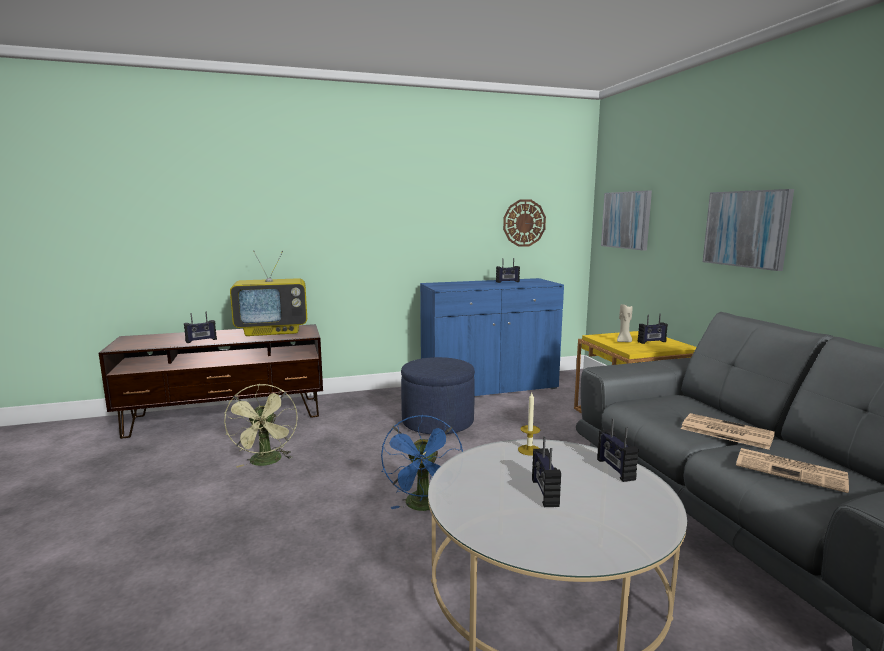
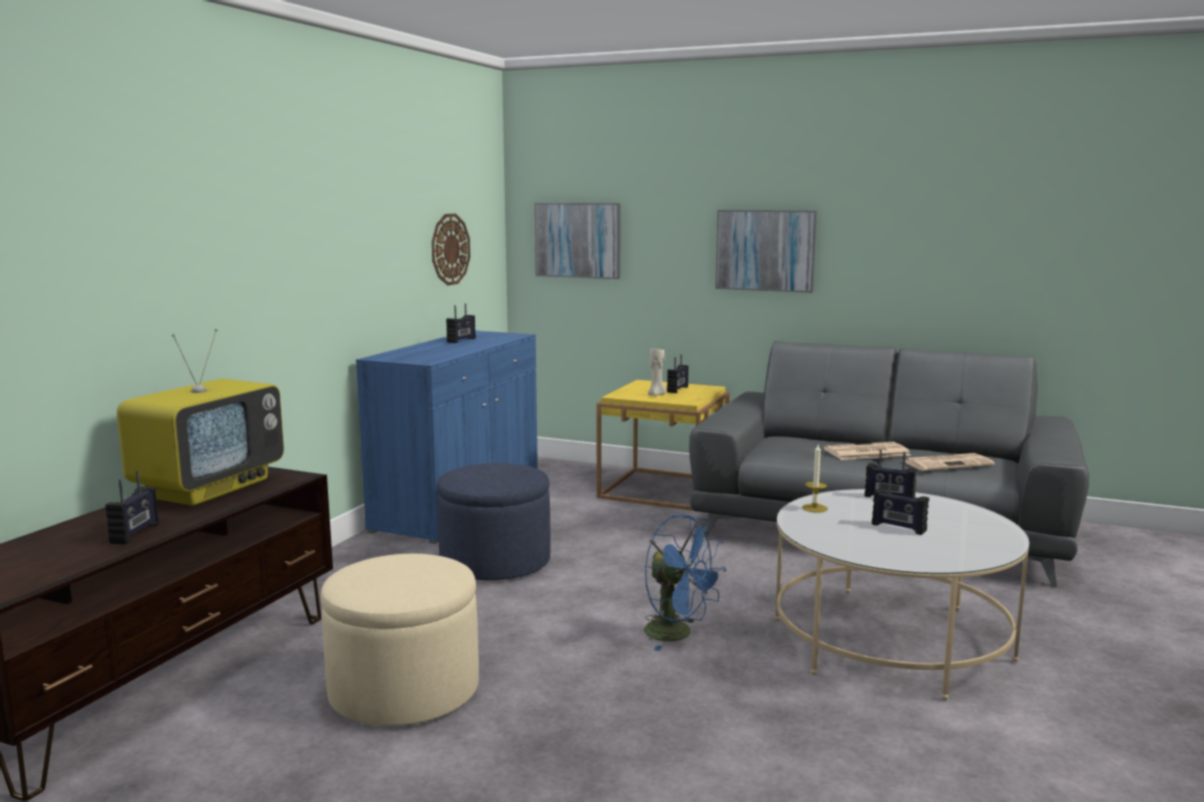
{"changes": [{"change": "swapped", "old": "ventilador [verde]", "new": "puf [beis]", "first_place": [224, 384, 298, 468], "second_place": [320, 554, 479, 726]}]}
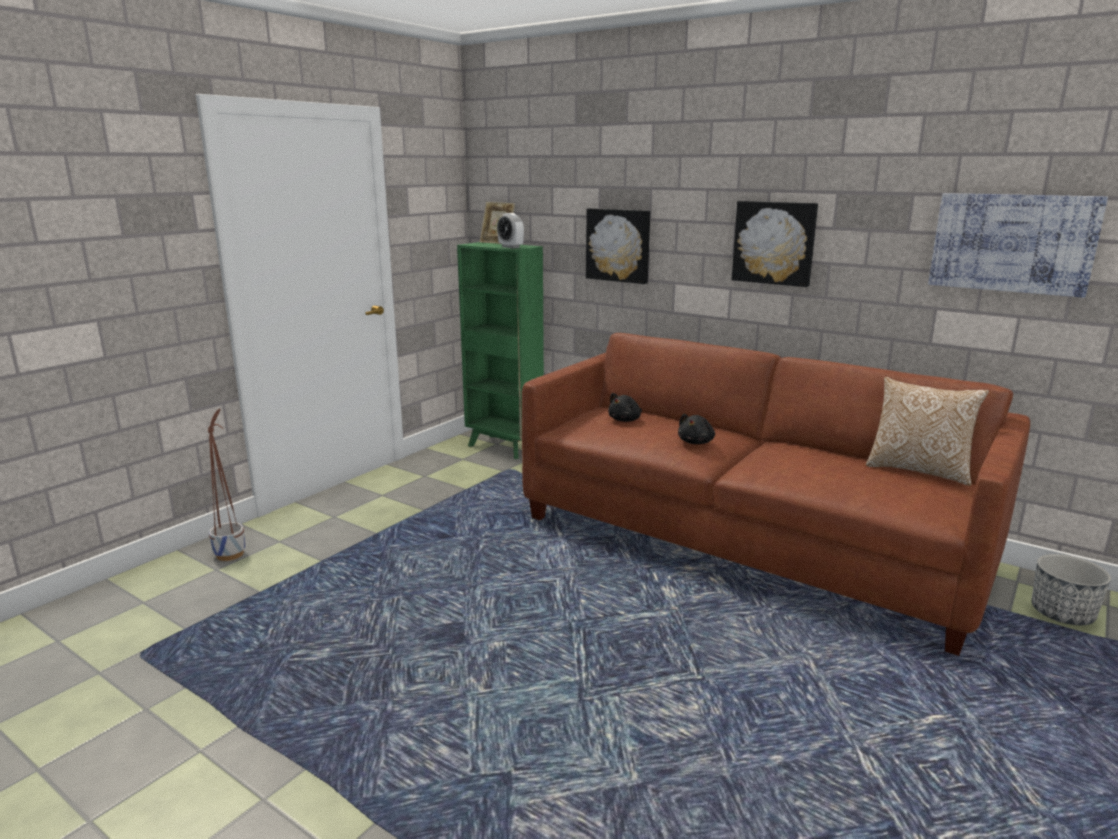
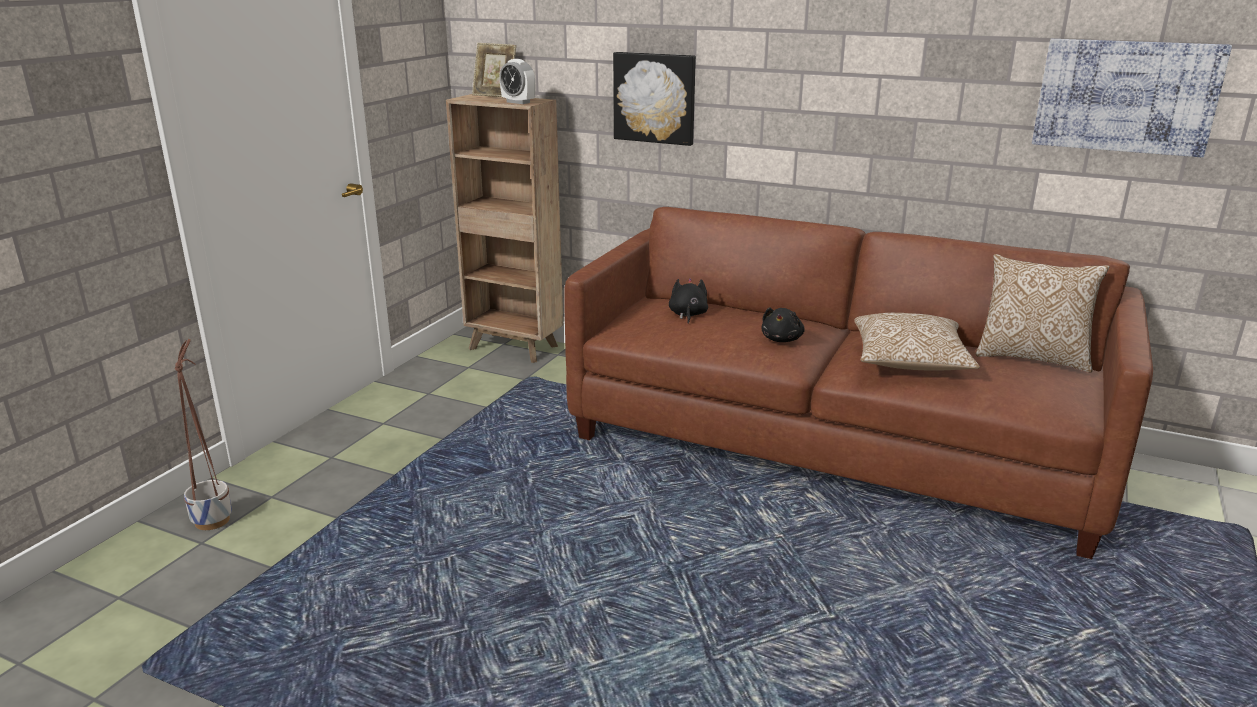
{"changes": [{"change": "gone", "old": "cuadro", "first_place": [732, 201, 818, 287]}, {"change": "repainted", "old": "estantería [verde]", "new": "estantería [marrón]", "first_place": [457, 242, 544, 459], "second_place": [446, 94, 563, 363]}, {"change": "rotated", "old": "peluche [negro]", "first_place": [608, 393, 642, 422], "second_place": [669, 278, 708, 324], "degrees": 150}, {"change": "gone", "old": "maceta", "first_place": [1031, 554, 1111, 625]}, {"change": "new", "new": "cojín", "second_place": [854, 313, 980, 371]}]}
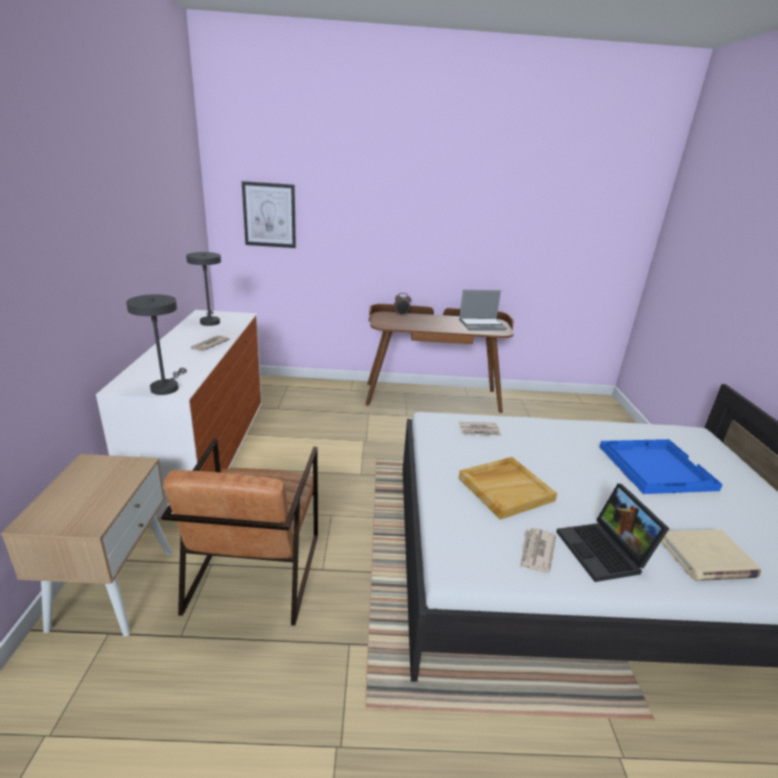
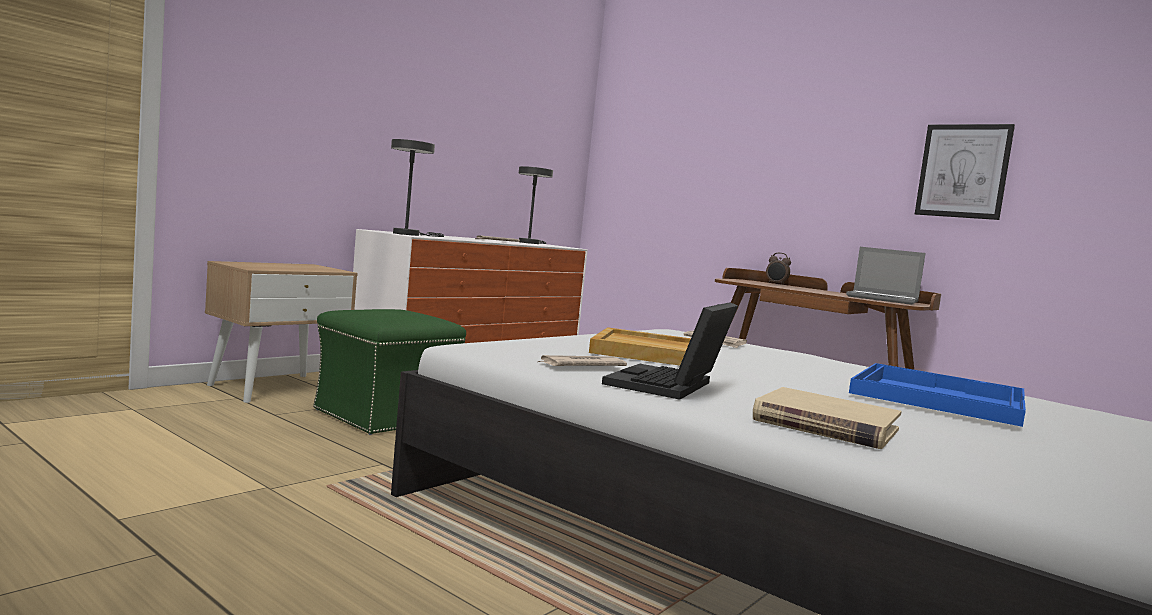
{"changes": [{"change": "shifted", "old": "cuadro", "first_place": [242, 181, 296, 248], "second_place": [915, 124, 1015, 220]}, {"change": "swapped", "old": "sillón [marrón]", "new": "puf [verde]", "first_place": [161, 439, 318, 626], "second_place": [313, 309, 466, 435]}]}
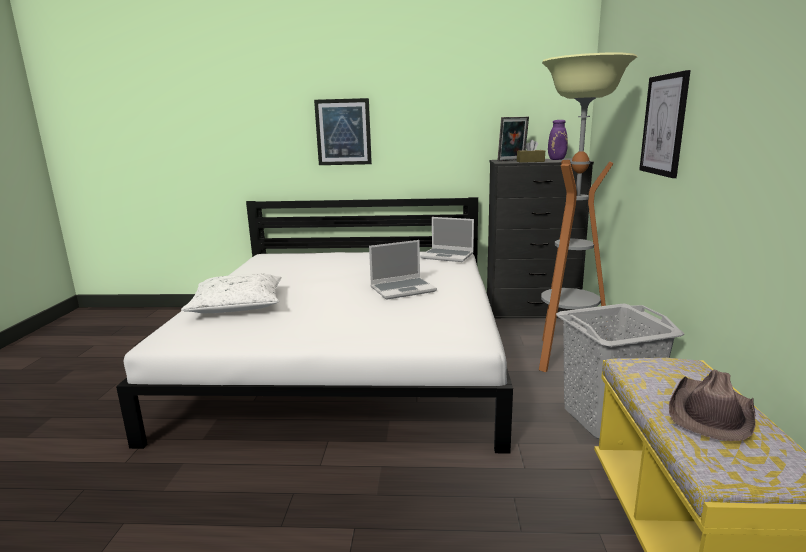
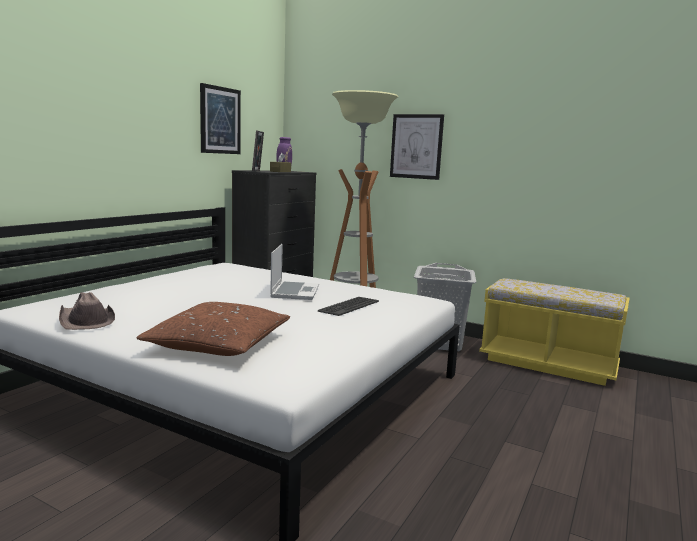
{"changes": [{"change": "shifted", "old": "cuadro", "first_place": [314, 98, 372, 165], "second_place": [200, 83, 241, 154]}, {"change": "gone", "old": "portátil", "first_place": [420, 217, 474, 262]}, {"change": "repainted", "old": "cojín [blanco]", "new": "cojín [marrón]", "first_place": [181, 274, 282, 313], "second_place": [136, 302, 290, 356]}, {"change": "shifted", "old": "sombrero [marrón]", "first_place": [669, 370, 755, 441], "second_place": [59, 292, 115, 330]}, {"change": "new", "new": "teclado", "second_place": [318, 297, 379, 316]}]}
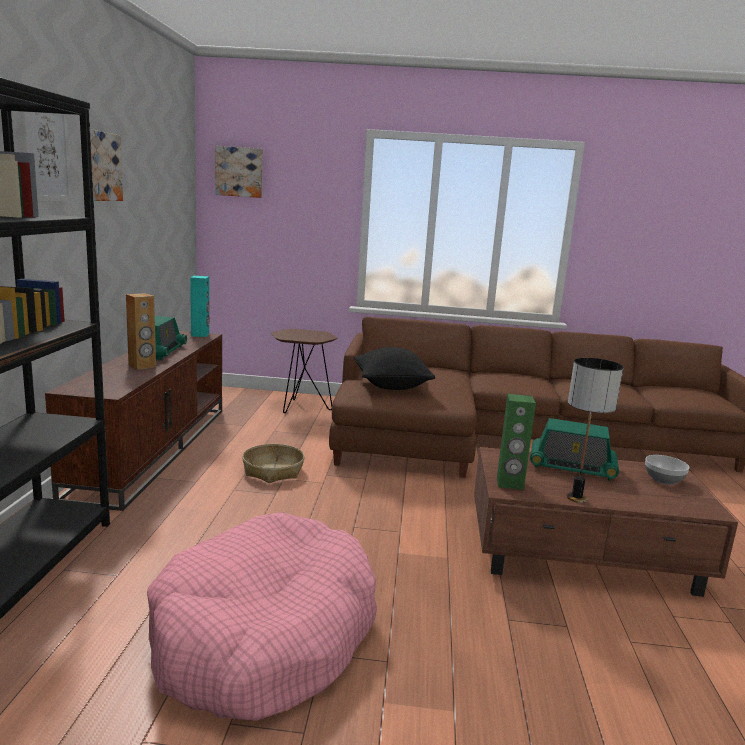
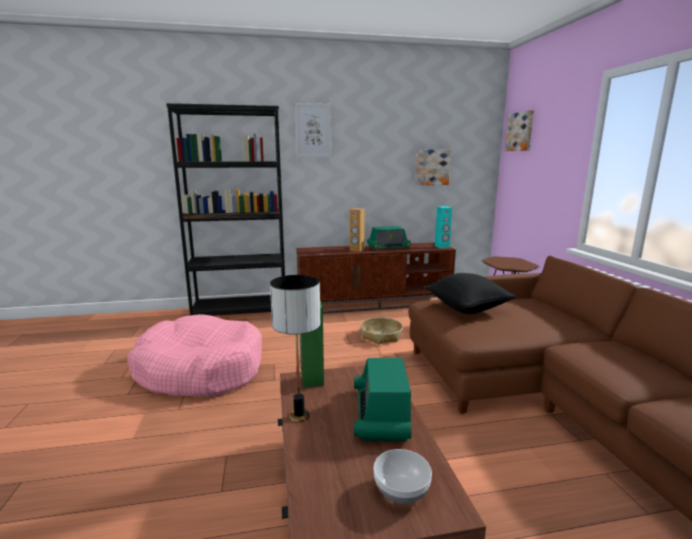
{"changes": [{"change": "shifted", "old": "cuadro", "first_place": [90, 129, 123, 201], "second_place": [415, 149, 451, 185]}]}
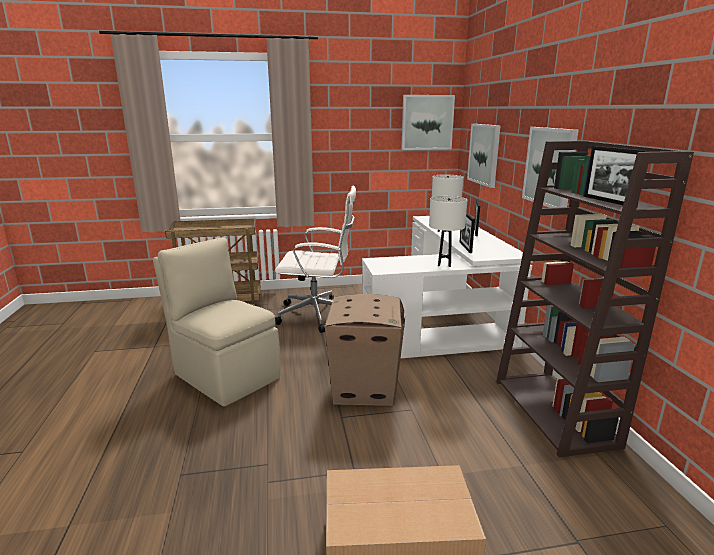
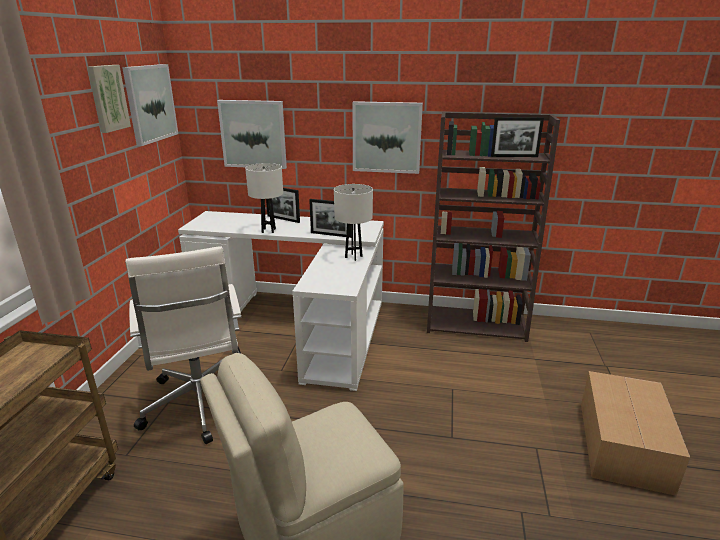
{"changes": [{"change": "rotated", "old": "silla de oficina [blanco]", "first_place": [275, 186, 356, 333], "second_place": [125, 246, 241, 444], "degrees": 135}, {"change": "gone", "old": "caja de cartón", "first_place": [325, 294, 405, 406]}, {"change": "new", "new": "cuadro", "second_place": [87, 65, 131, 133]}]}
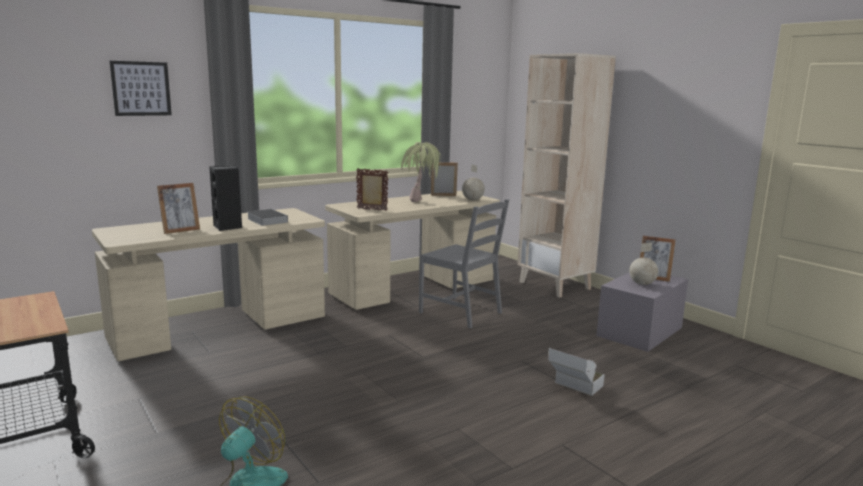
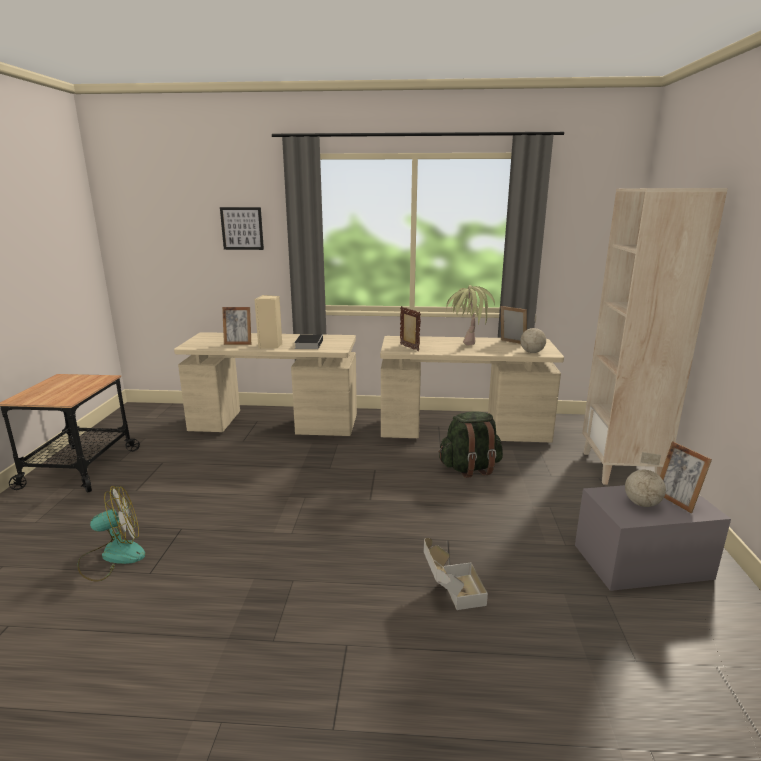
{"changes": [{"change": "repainted", "old": "altavoz [negro]", "new": "altavoz [beis]", "first_place": [209, 166, 242, 231], "second_place": [254, 295, 282, 349]}, {"change": "swapped", "old": "silla [gris]", "new": "mochila [verde]", "first_place": [419, 199, 509, 328], "second_place": [439, 411, 503, 478]}]}
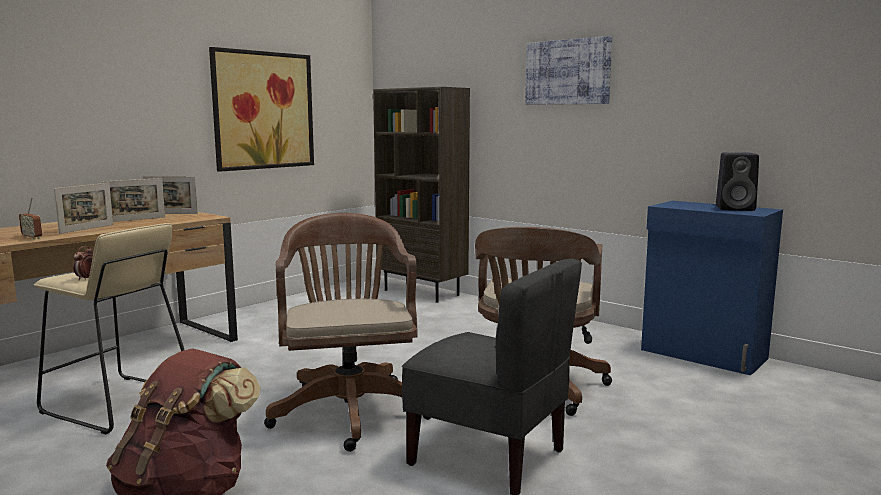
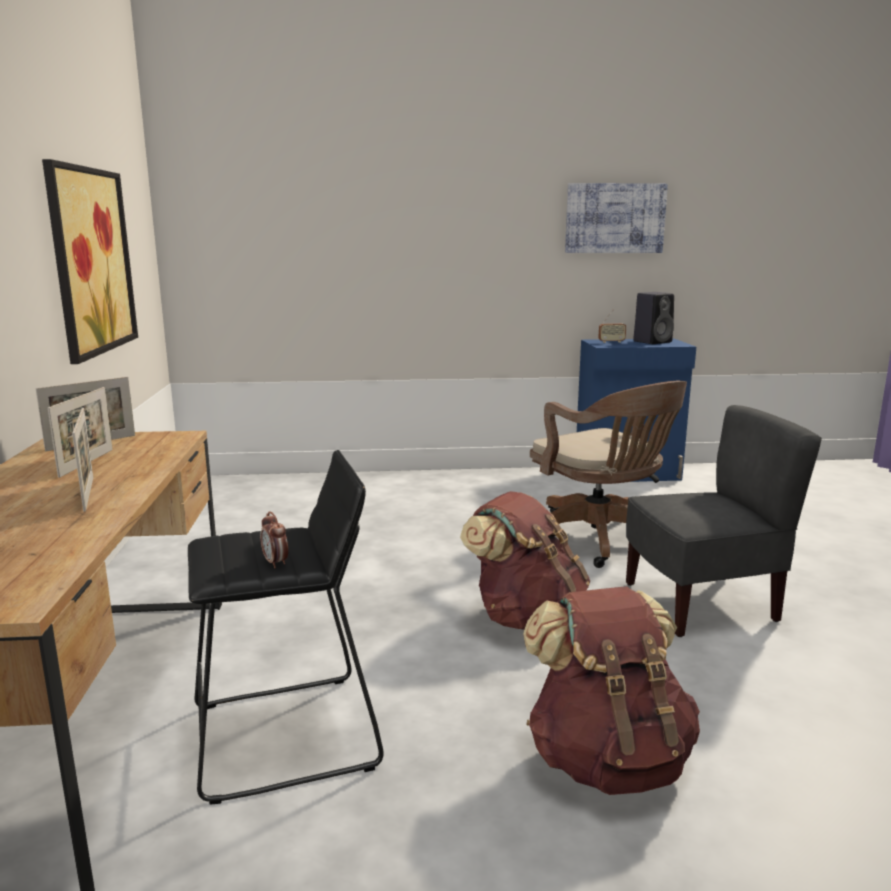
{"changes": [{"change": "shifted", "old": "cuadro", "first_place": [525, 36, 612, 105], "second_place": [565, 183, 668, 253]}, {"change": "gone", "old": "estantería [marrón]", "first_place": [373, 87, 470, 303]}, {"change": "shifted", "old": "radio", "first_place": [19, 197, 42, 240], "second_place": [598, 310, 626, 343]}, {"change": "swapped", "old": "silla de oficina [marrón]", "new": "mochila [marrón]", "first_place": [264, 213, 431, 452], "second_place": [460, 491, 590, 630]}, {"change": "repainted", "old": "taburete [beis]", "new": "taburete [negro]", "first_place": [34, 223, 184, 434], "second_place": [188, 450, 384, 805]}]}
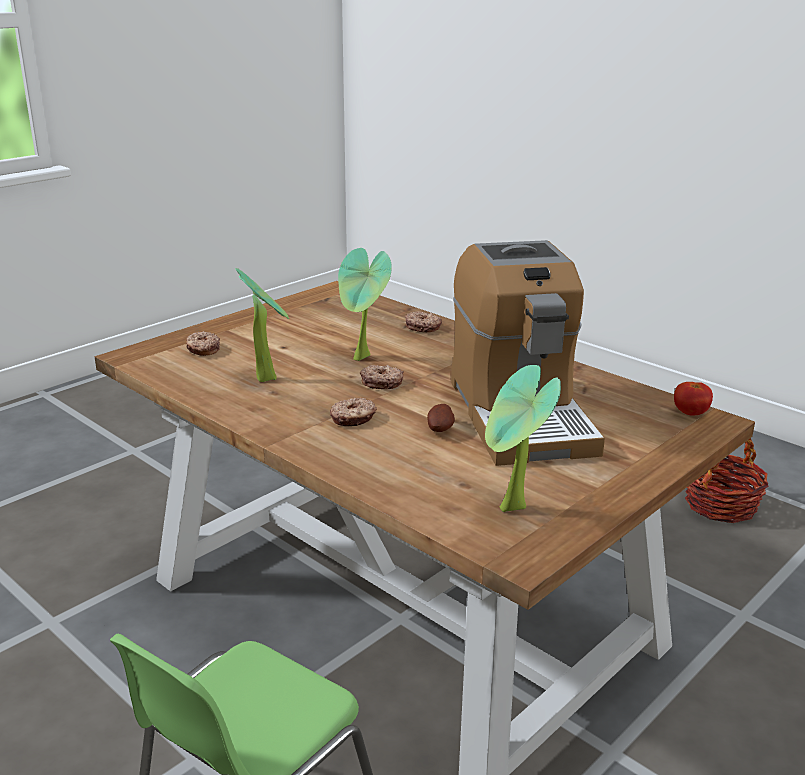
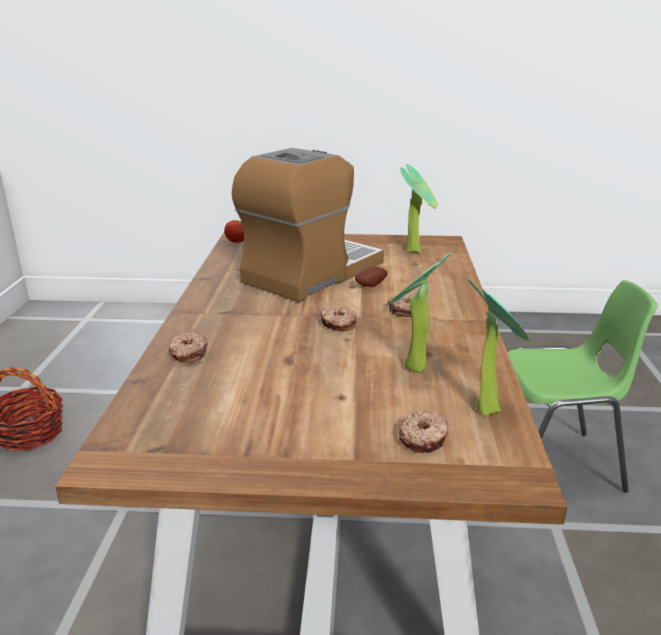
{"changes": [{"change": "shifted", "old": "planta en maceta", "first_place": [338, 248, 392, 361], "second_place": [467, 278, 530, 416]}]}
